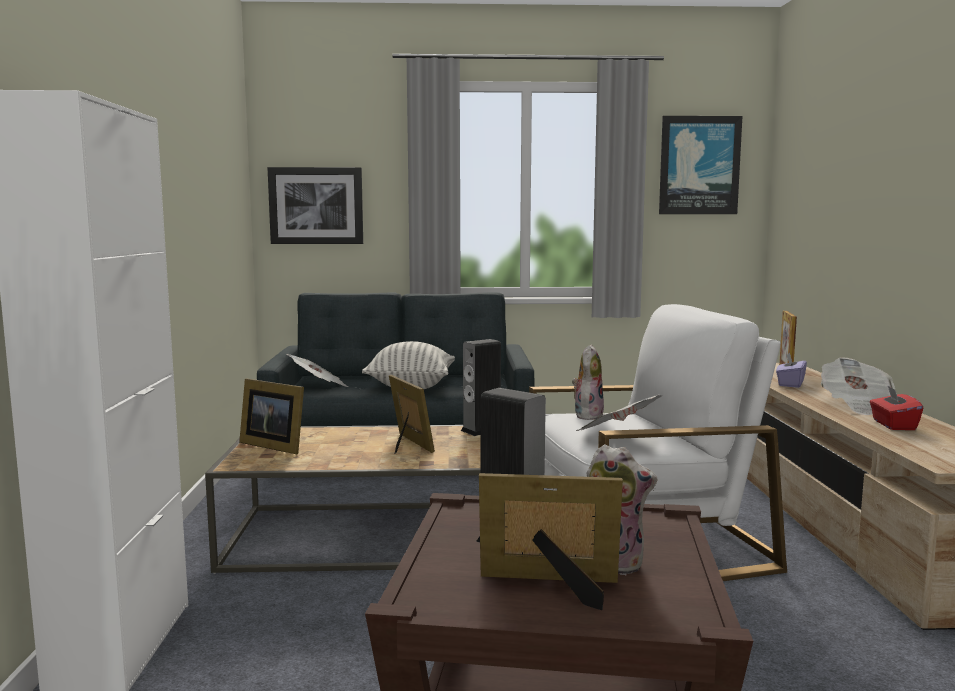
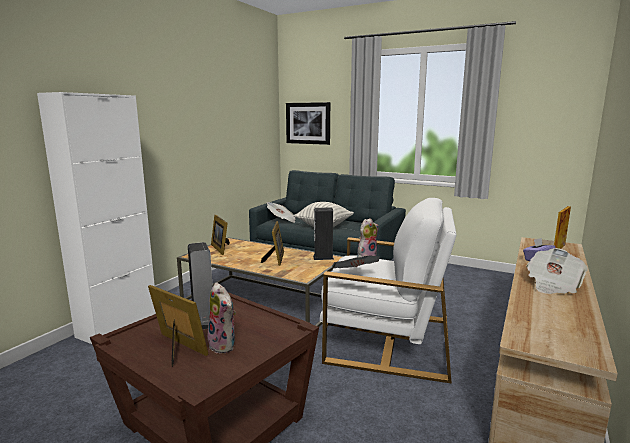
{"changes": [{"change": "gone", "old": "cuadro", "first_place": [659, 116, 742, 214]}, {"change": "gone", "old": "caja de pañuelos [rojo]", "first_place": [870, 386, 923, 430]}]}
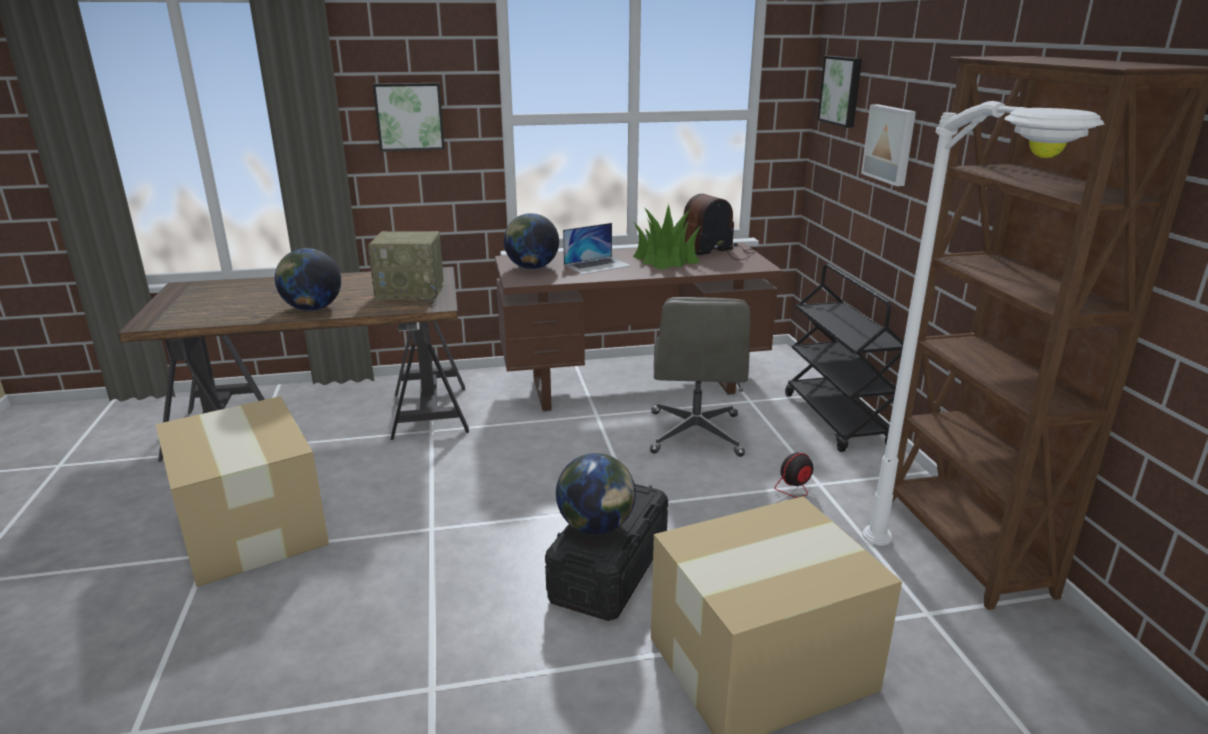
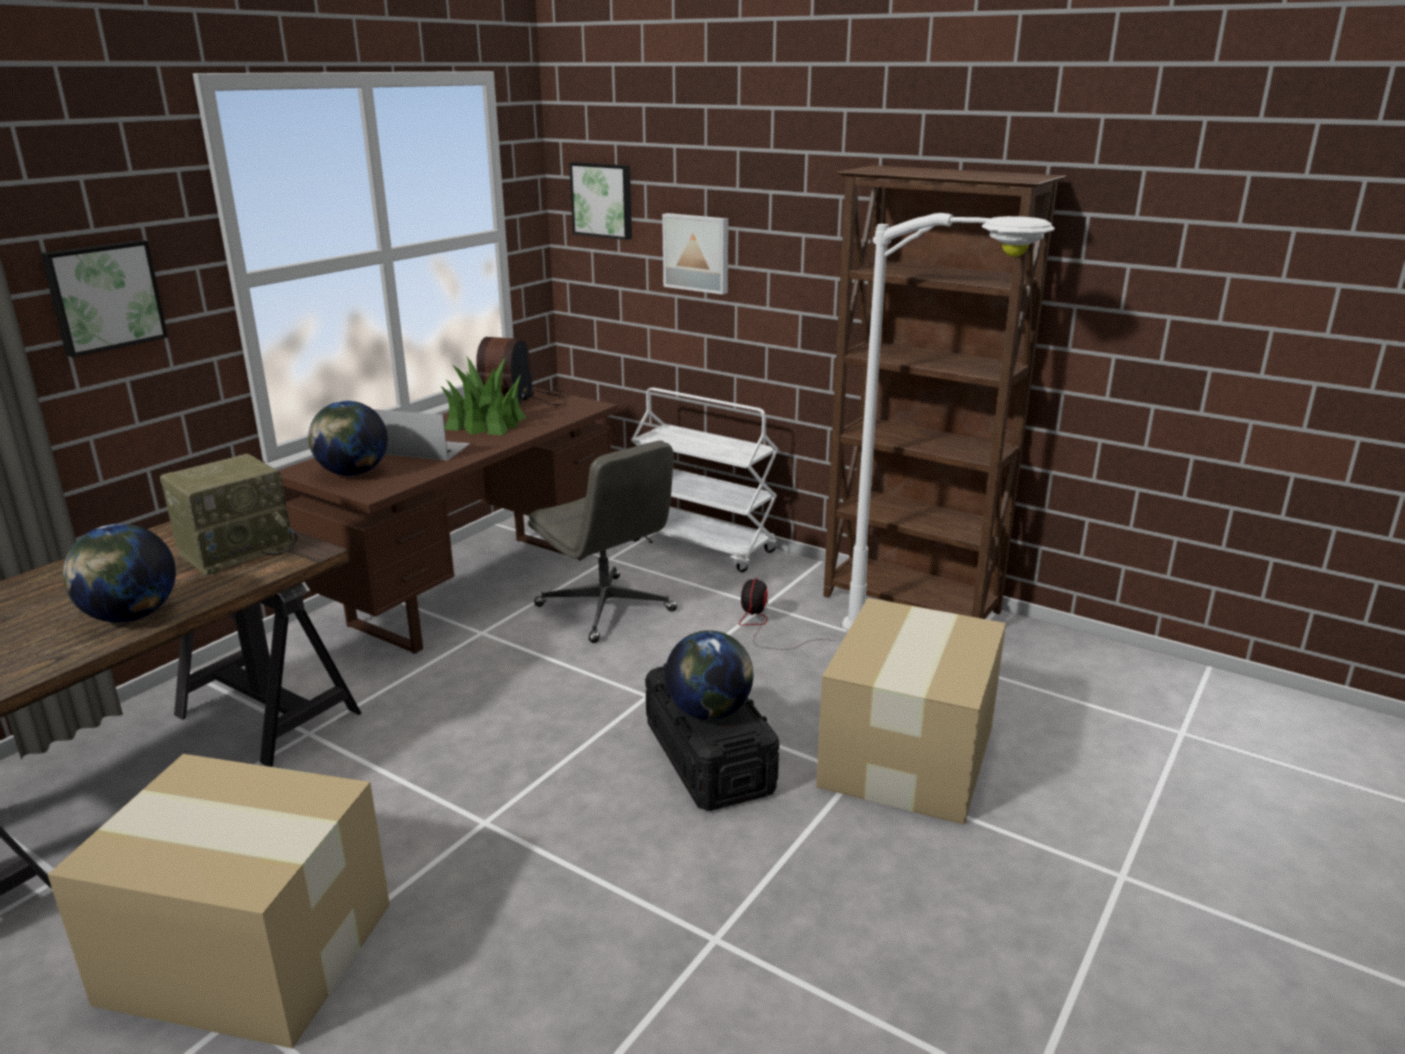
{"changes": [{"change": "rotated", "old": "portátil", "first_place": [563, 223, 632, 275], "second_place": [374, 409, 470, 460], "degrees": -90}, {"change": "repainted", "old": "carrito [negro]", "new": "carrito [blanco]", "first_place": [785, 264, 904, 452], "second_place": [631, 387, 778, 572]}]}
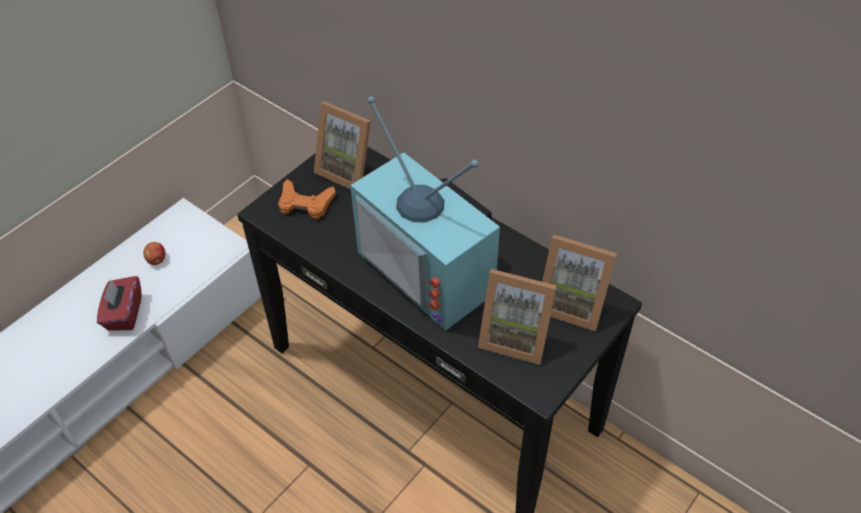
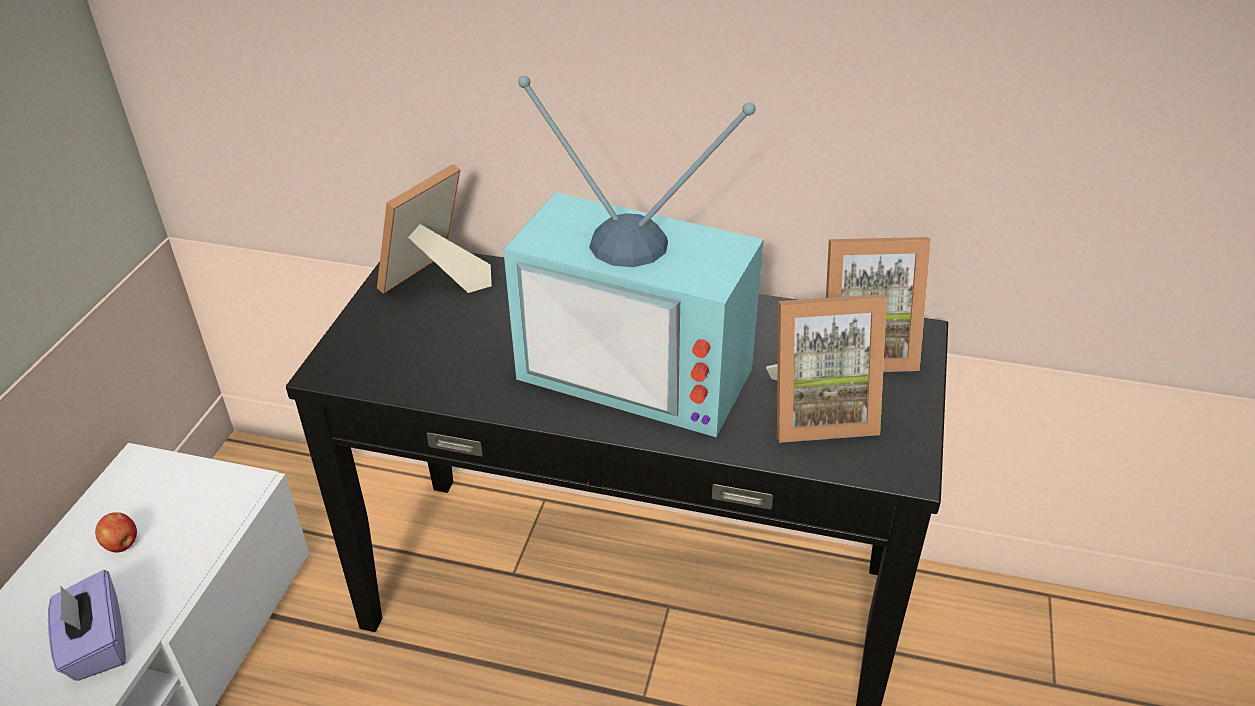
{"changes": [{"change": "rotated", "old": "portarretratos", "first_place": [314, 101, 371, 190], "second_place": [377, 164, 492, 294], "degrees": 120}, {"change": "gone", "old": "mando de consola [naranja]", "first_place": [278, 179, 336, 220]}, {"change": "repainted", "old": "caja de pañuelos [rojo]", "new": "caja de pañuelos [morado]", "first_place": [97, 276, 142, 331], "second_place": [48, 570, 126, 681]}]}
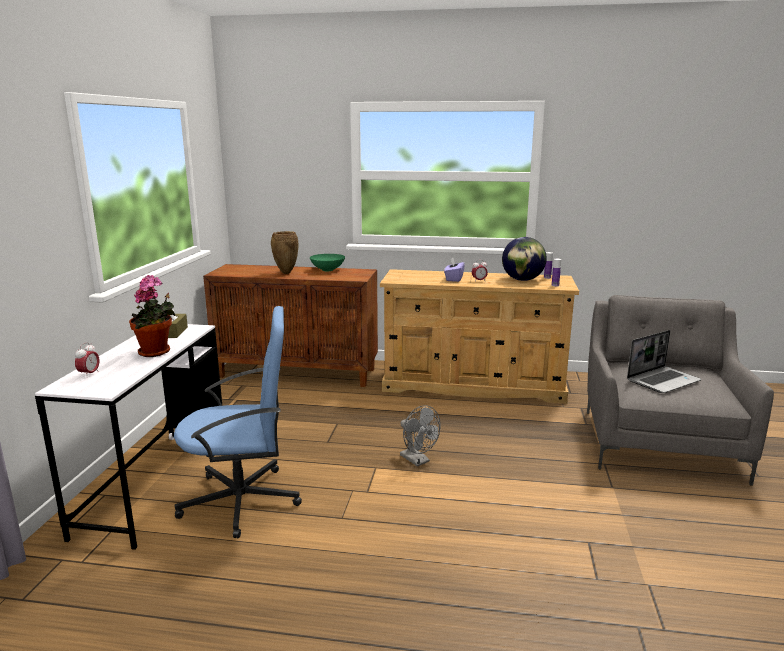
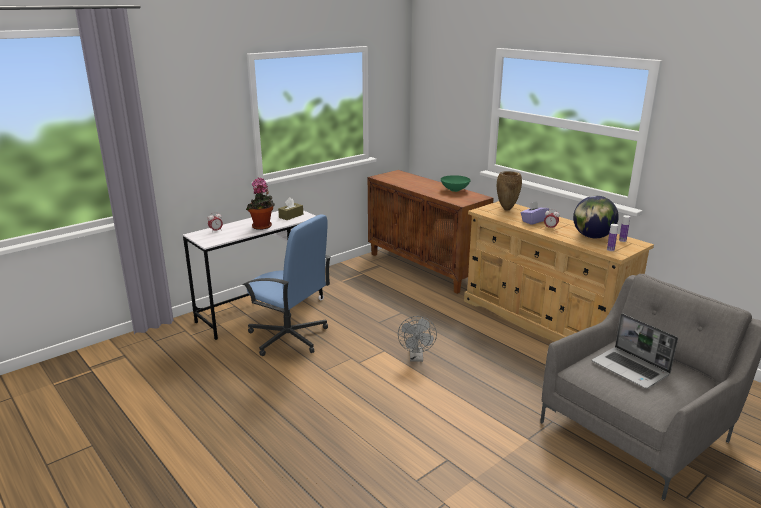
{"changes": [{"change": "shifted", "old": "florero [marrón]", "first_place": [271, 231, 298, 274], "second_place": [497, 171, 522, 210]}, {"change": "rotated", "old": "portátil", "first_place": [627, 330, 701, 393], "second_place": [592, 313, 678, 389], "degrees": 45}]}
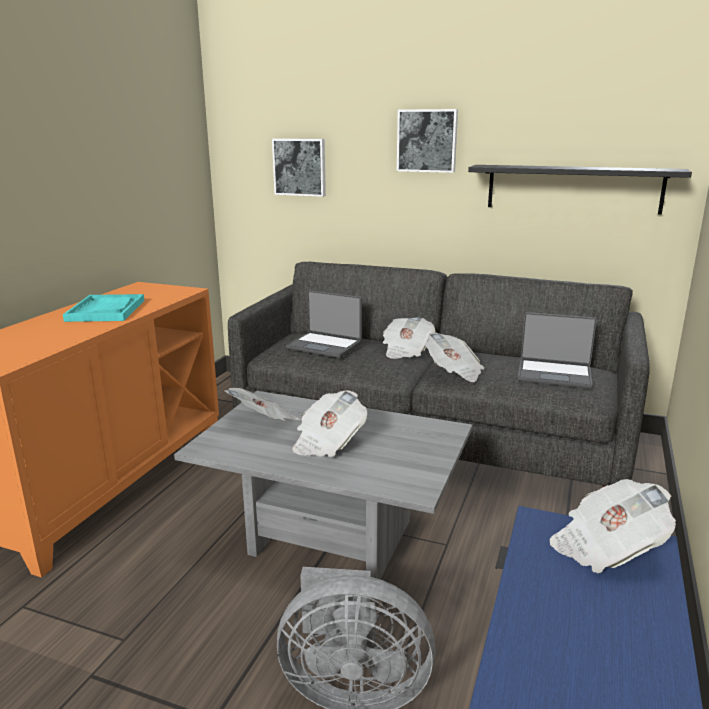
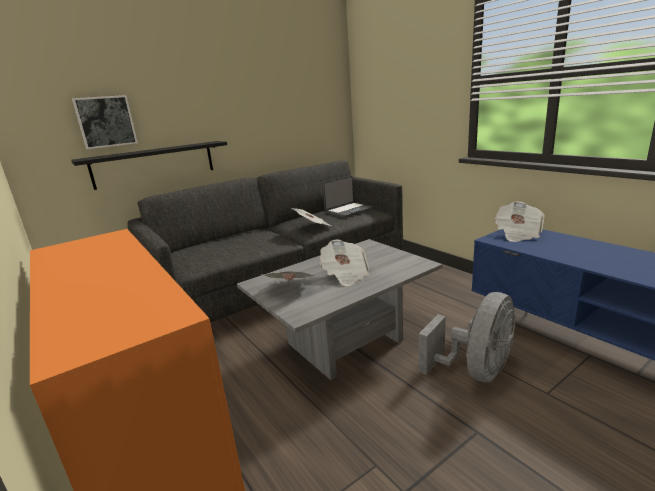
{"changes": [{"change": "gone", "old": "cuadro", "first_place": [397, 109, 458, 173]}, {"change": "shifted", "old": "estante [negro]", "first_place": [468, 165, 692, 215], "second_place": [71, 141, 227, 190]}, {"change": "gone", "old": "portátil", "first_place": [286, 290, 362, 358]}, {"change": "gone", "old": "bandeja [turquesa]", "first_place": [63, 294, 145, 322]}, {"change": "gone", "old": "periódico", "first_place": [383, 318, 435, 359]}]}
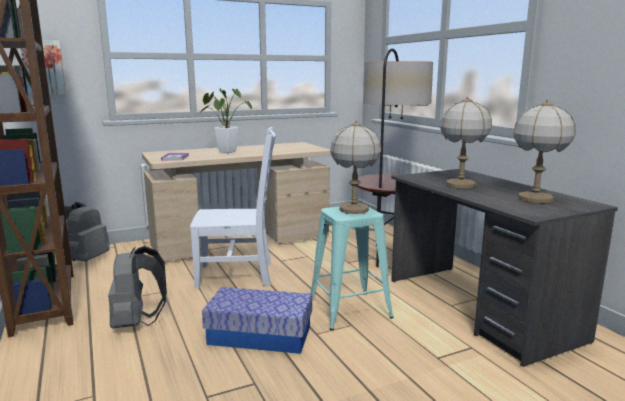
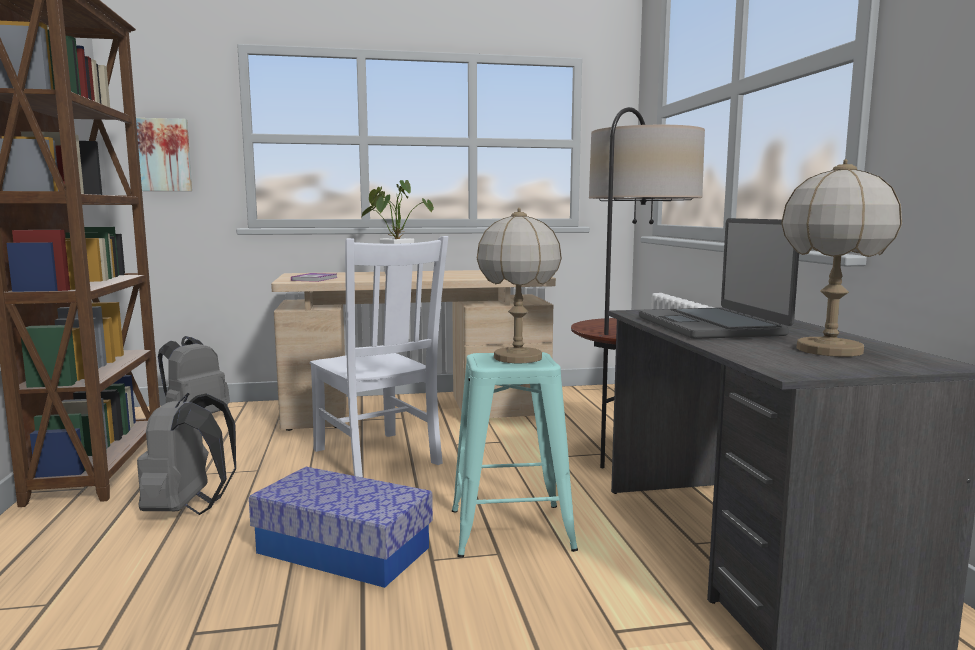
{"changes": [{"change": "swapped", "old": "lámpara de mesa", "new": "portátil", "first_place": [440, 97, 492, 188], "second_place": [639, 218, 799, 339]}, {"change": "rotated", "old": "silla [blanco]", "first_place": [190, 127, 276, 289], "second_place": [310, 236, 448, 477], "degrees": 45}]}
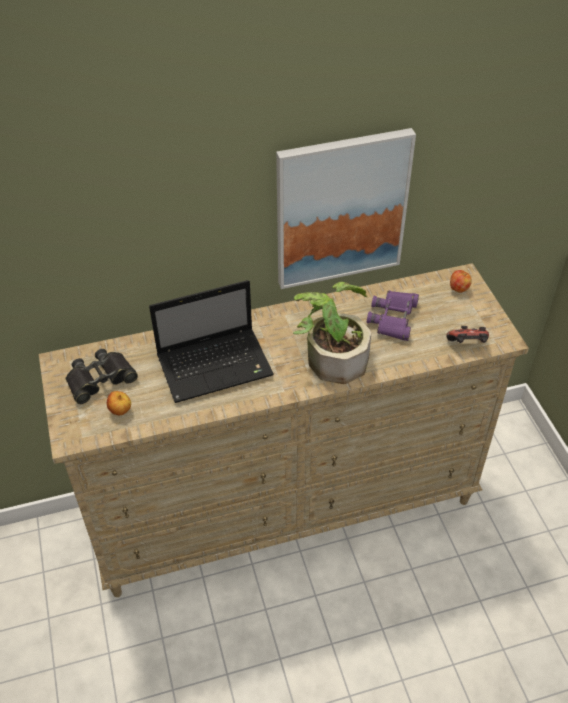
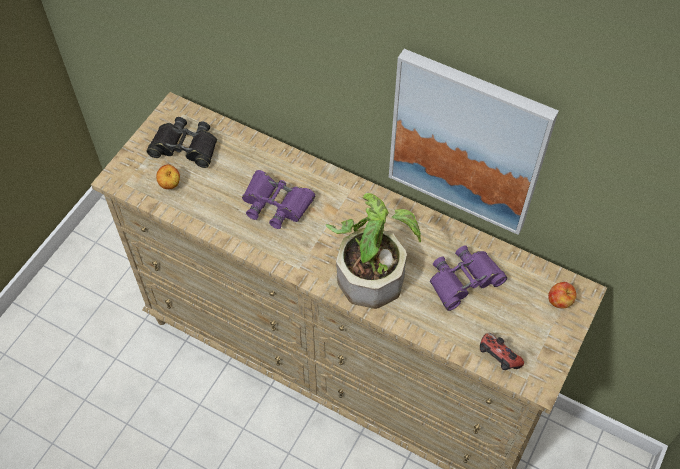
{"changes": [{"change": "swapped", "old": "portátil", "new": "prismáticos [morado]", "first_place": [149, 280, 274, 403], "second_place": [242, 170, 315, 229]}]}
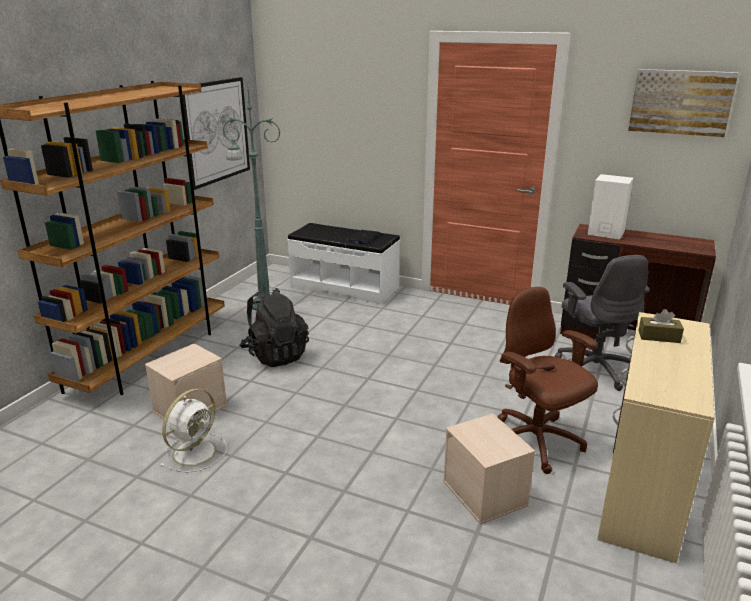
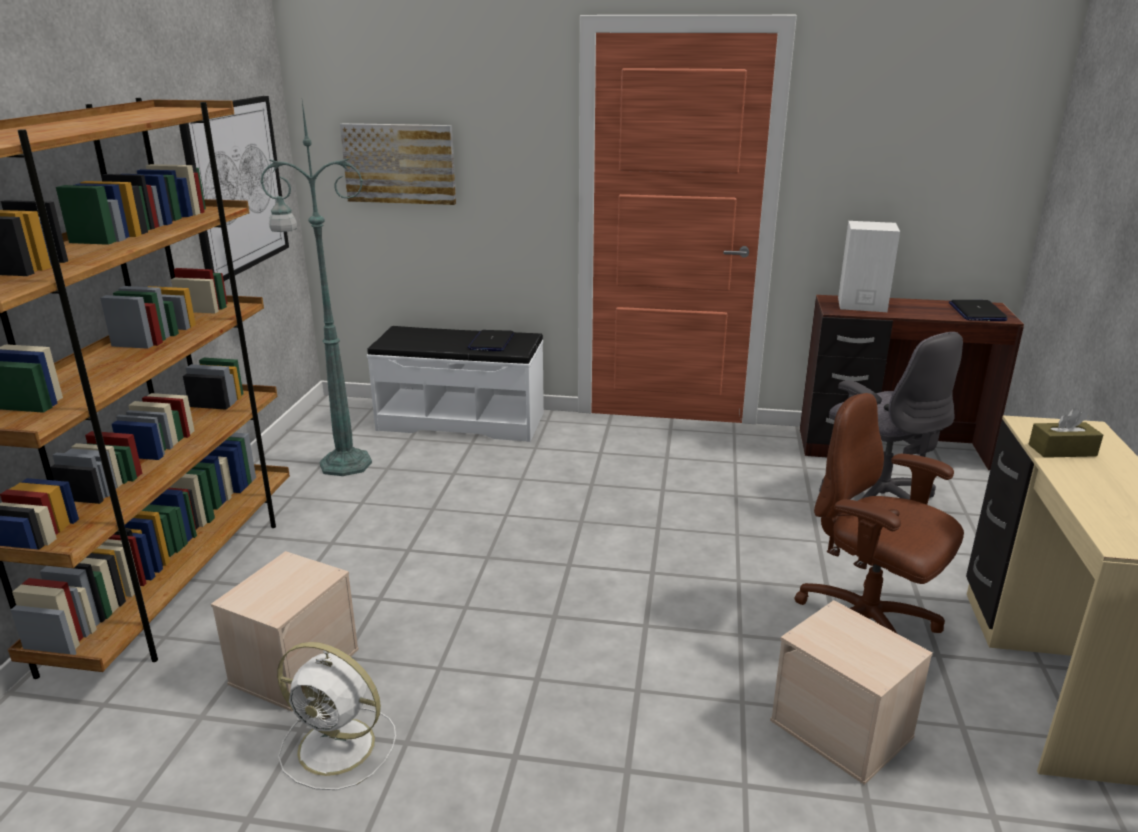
{"changes": [{"change": "shifted", "old": "cuadro", "first_place": [628, 69, 738, 137], "second_place": [340, 123, 456, 205]}, {"change": "gone", "old": "mochila [negro]", "first_place": [240, 288, 309, 367]}, {"change": "rotated", "old": "ventilador [blanco]", "first_place": [160, 388, 227, 473], "second_place": [277, 642, 396, 790], "degrees": 90}, {"change": "new", "new": "portátil", "second_place": [949, 300, 1008, 321]}]}
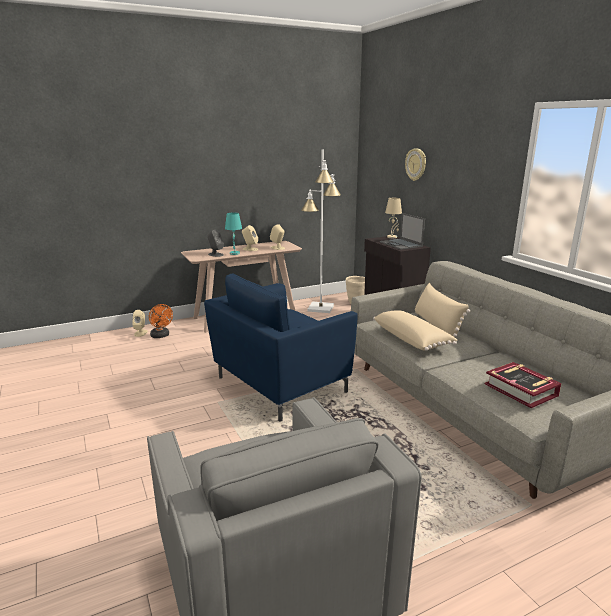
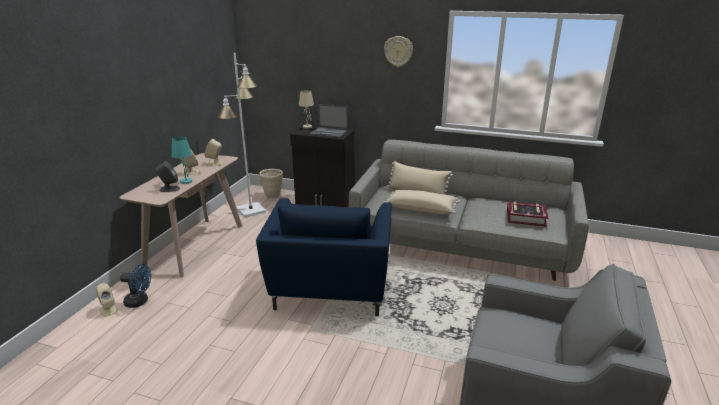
{"changes": [{"change": "shifted", "old": "reloj de pared", "first_place": [405, 148, 426, 181], "second_place": [384, 36, 413, 67]}, {"change": "repainted", "old": "ventilador [naranja]", "new": "ventilador [azul]", "first_place": [149, 304, 173, 338], "second_place": [120, 264, 151, 308]}]}
